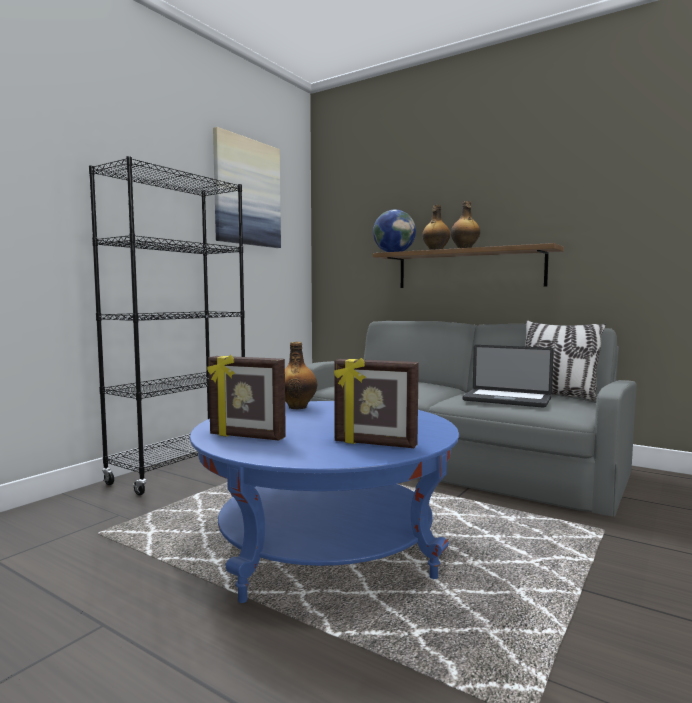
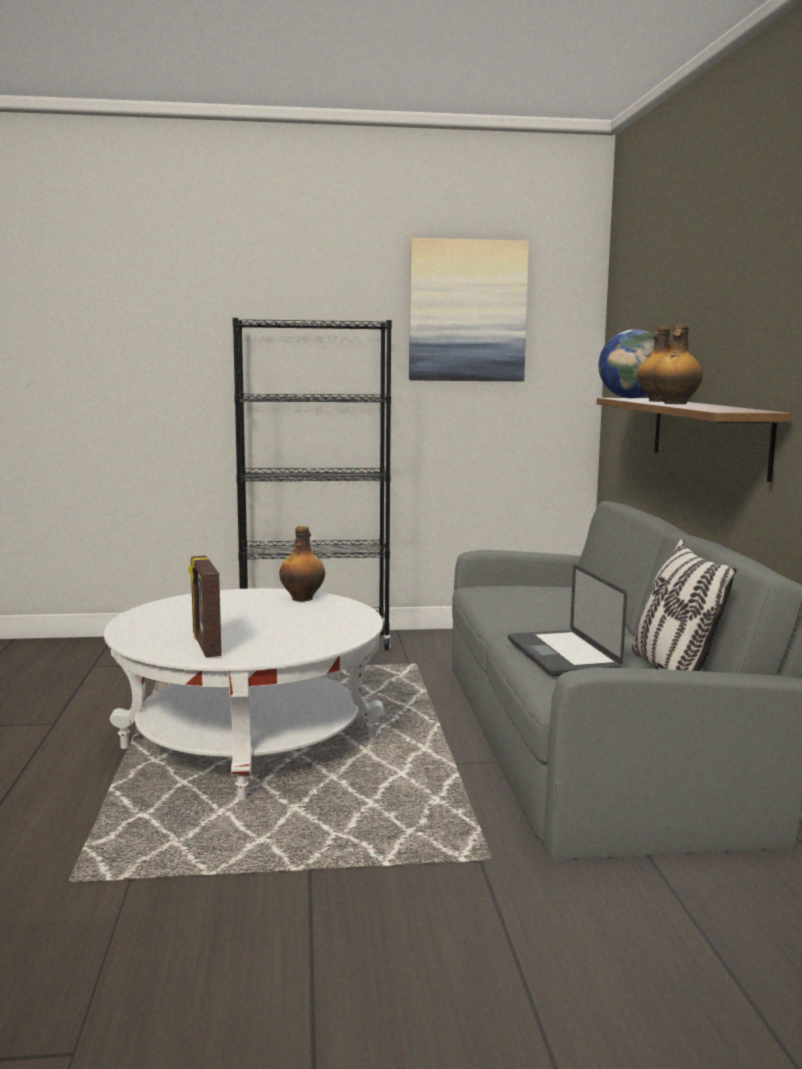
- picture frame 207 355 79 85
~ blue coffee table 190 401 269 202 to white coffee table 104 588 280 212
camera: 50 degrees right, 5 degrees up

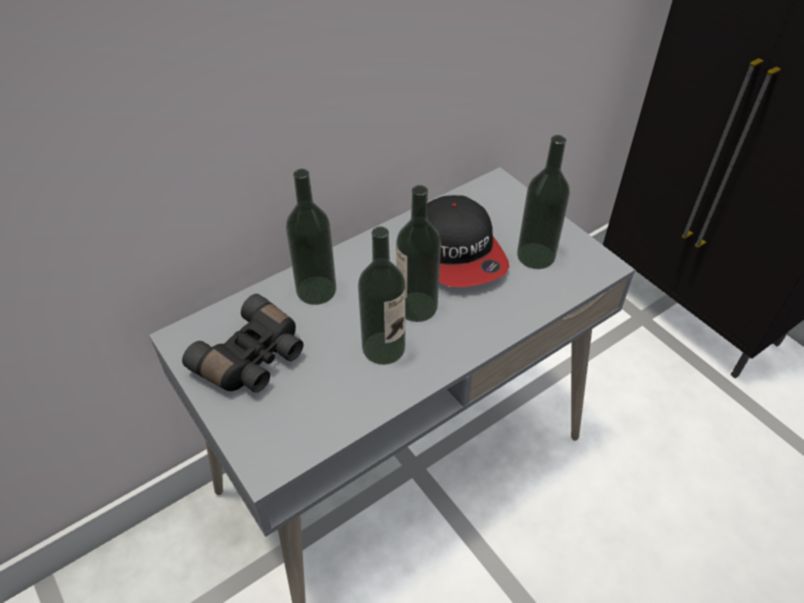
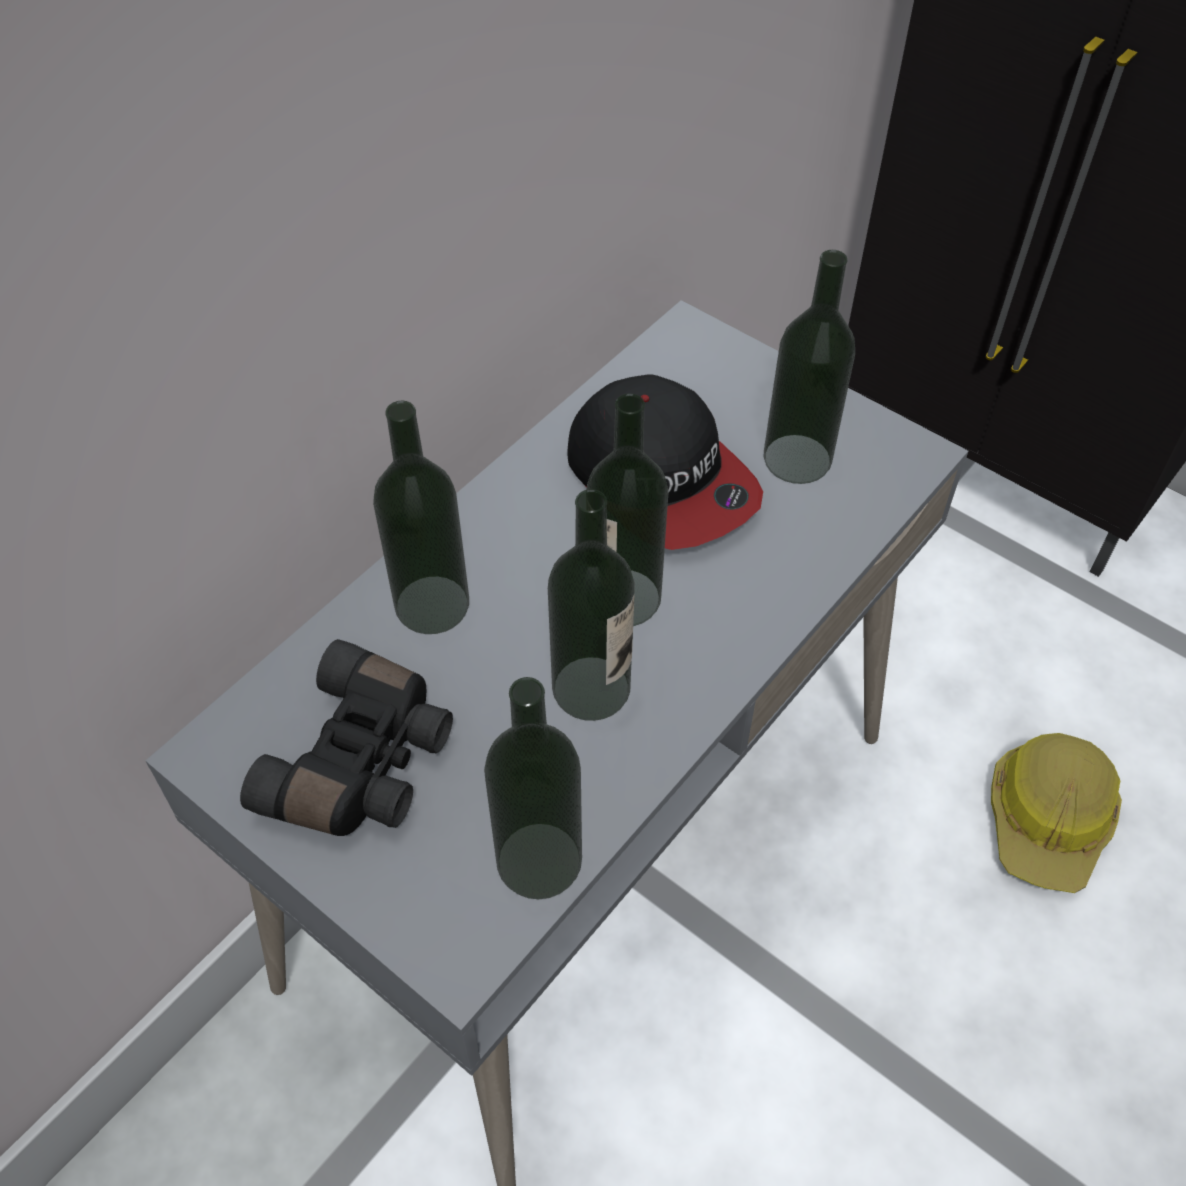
+ bottle 484 677 98 222
+ hard hat 991 733 131 160
camera: 15 degrees left, 5 degrees up

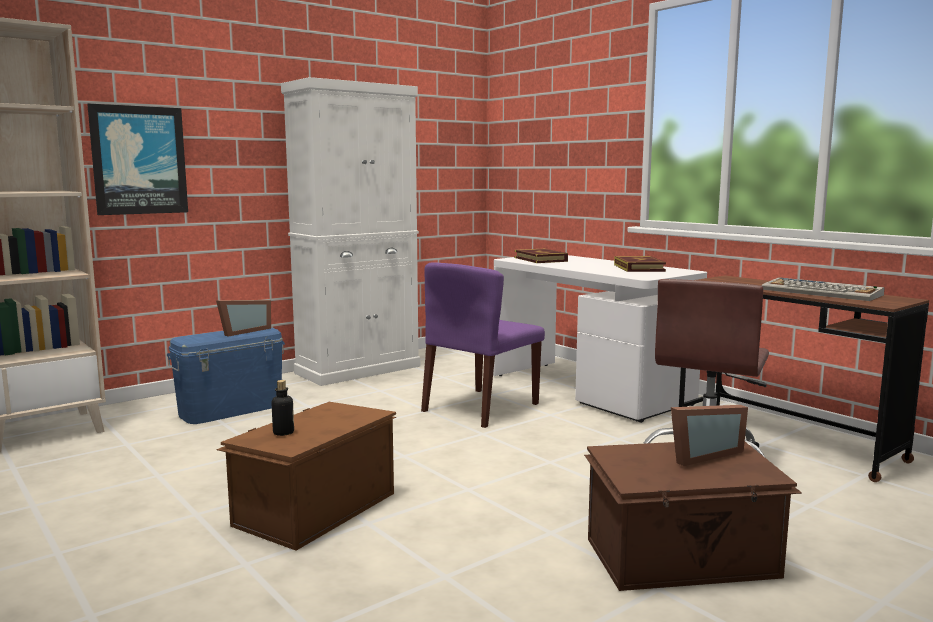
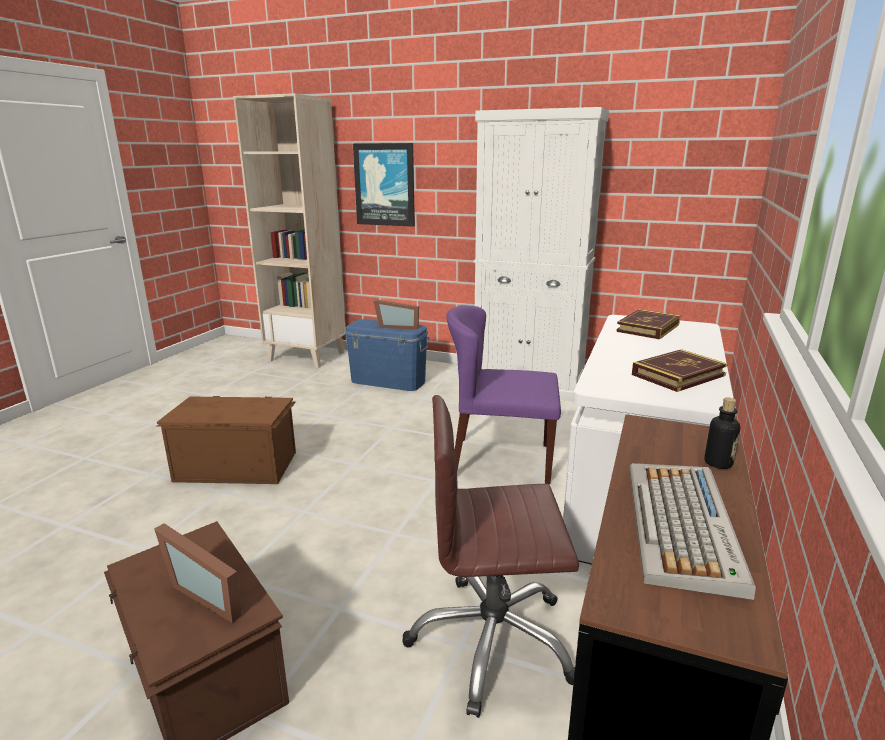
~ bottle 271 380 23 56 to 704 397 36 72
camera: 60 degrees right, 10 degrees up

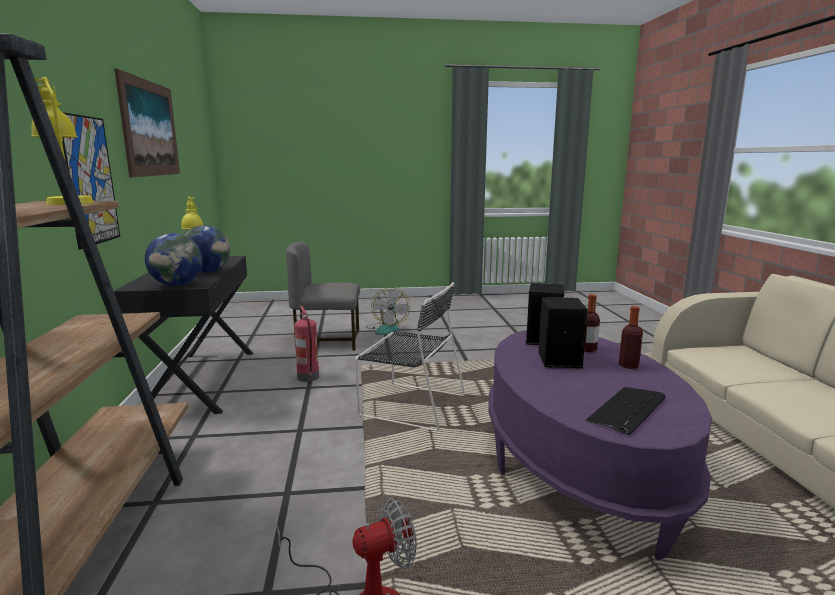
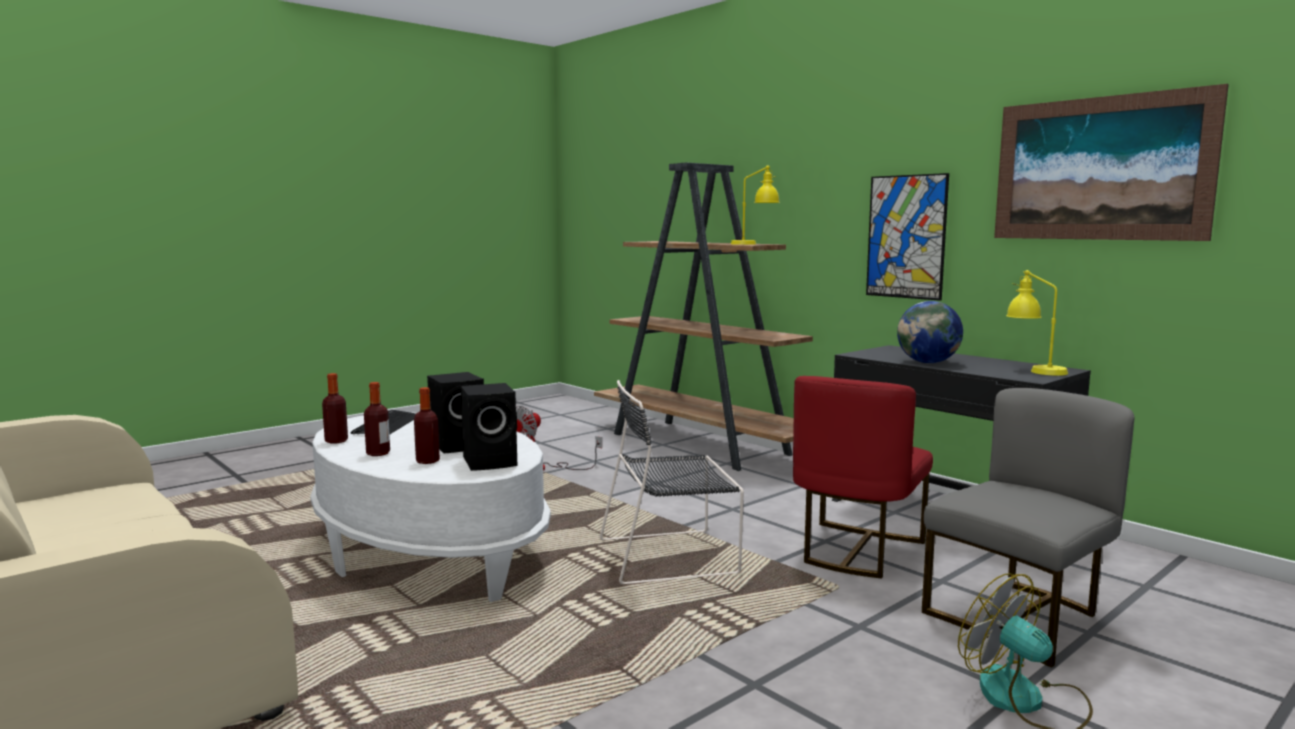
- globe 145 233 58 53
~ fire extinguisher 294 306 25 76 to red chair 793 376 140 203
~ purple coffee table 489 330 223 230 to white coffee table 310 412 241 190
+ bottle 322 373 26 71
camera: 145 degrees right, 5 degrees down

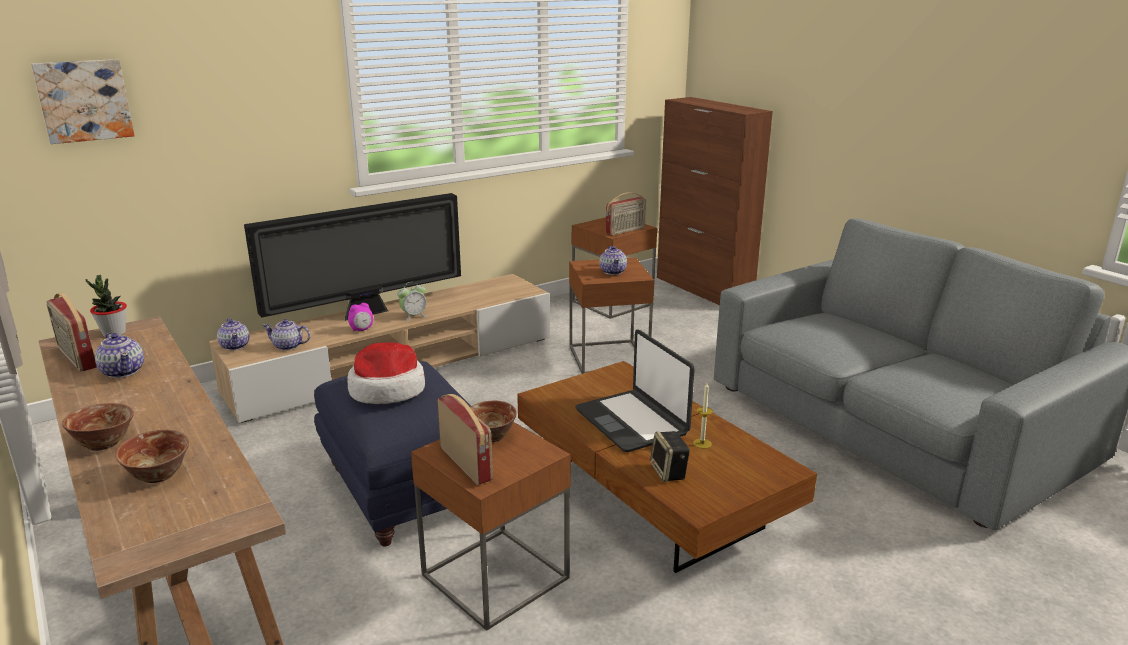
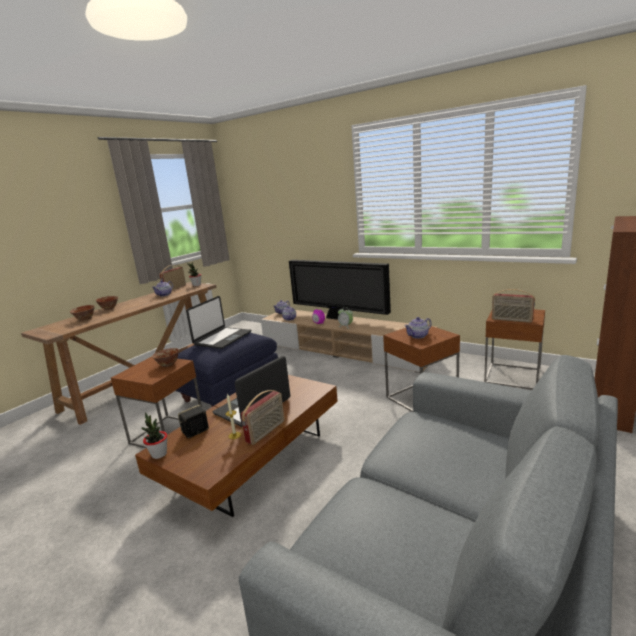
- picture 31 59 104 85
~ hat 347 342 78 62 to laptop 186 296 65 53
~ radio 437 394 56 91 to 241 390 44 55
+ potted plant 141 413 26 46
camera: 70 degrees right, 5 degrees down

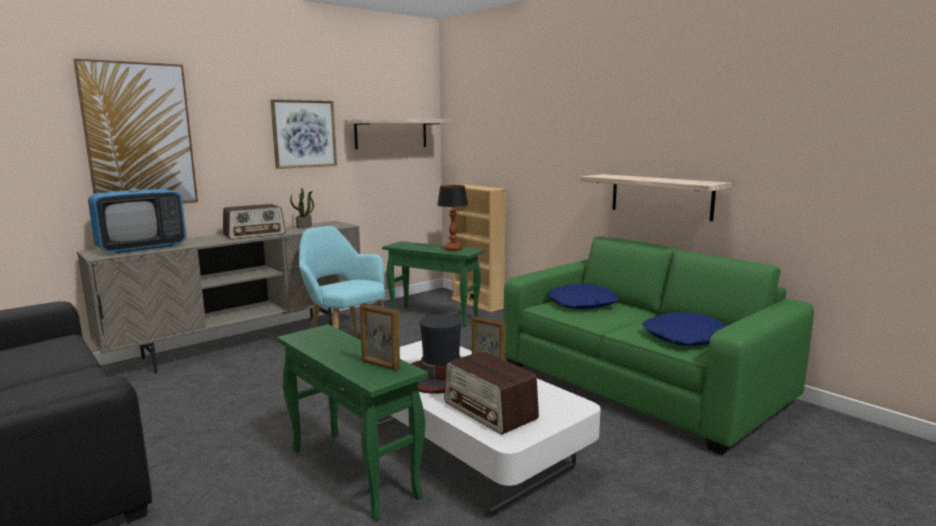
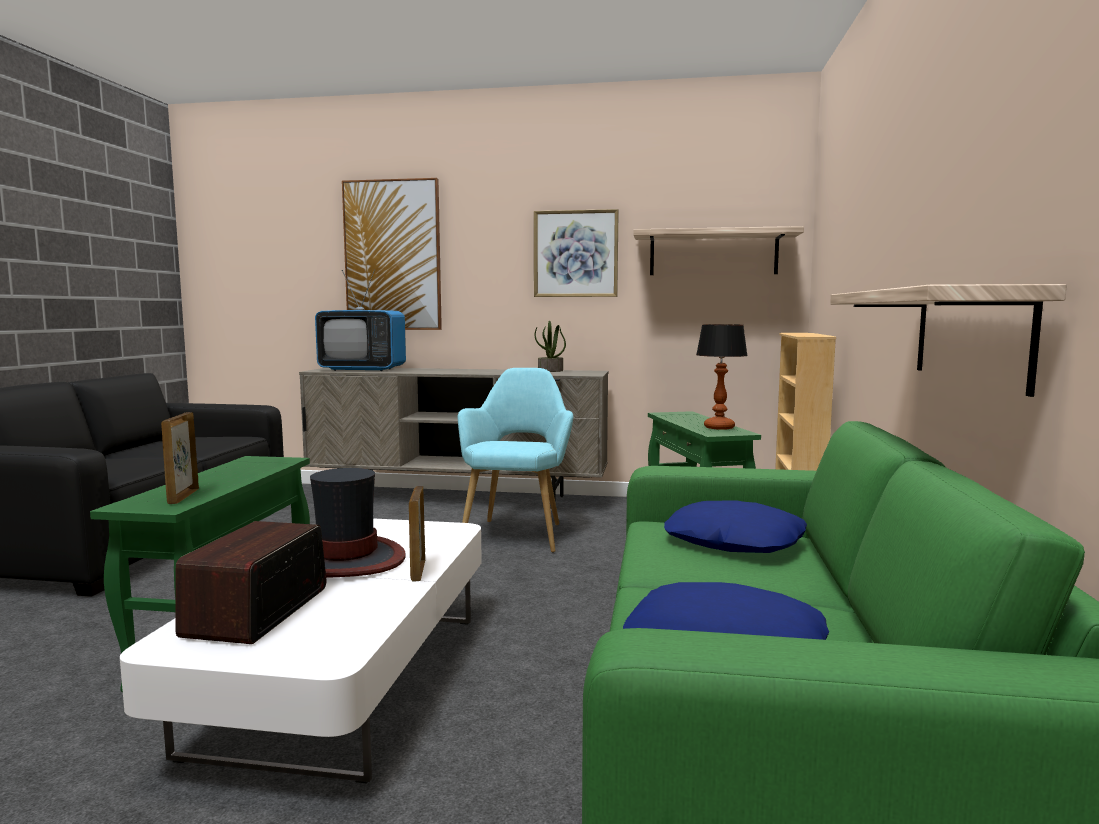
- radio 223 204 63 36
camera: 50 degrees right, 5 degrees down

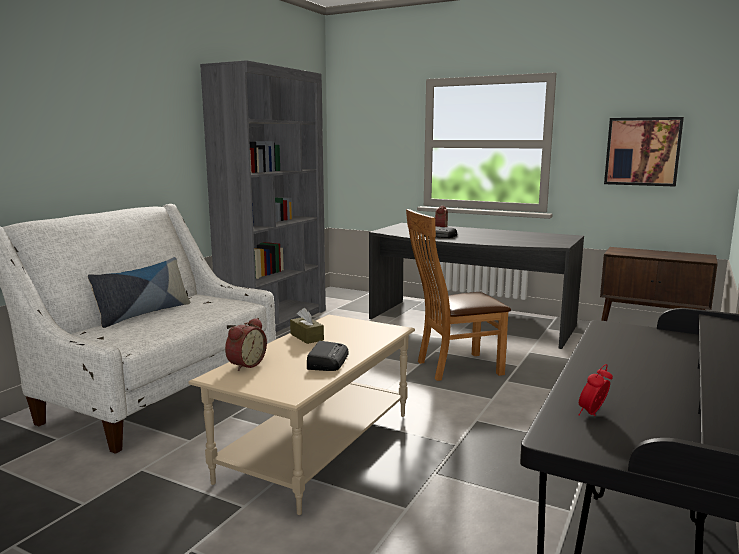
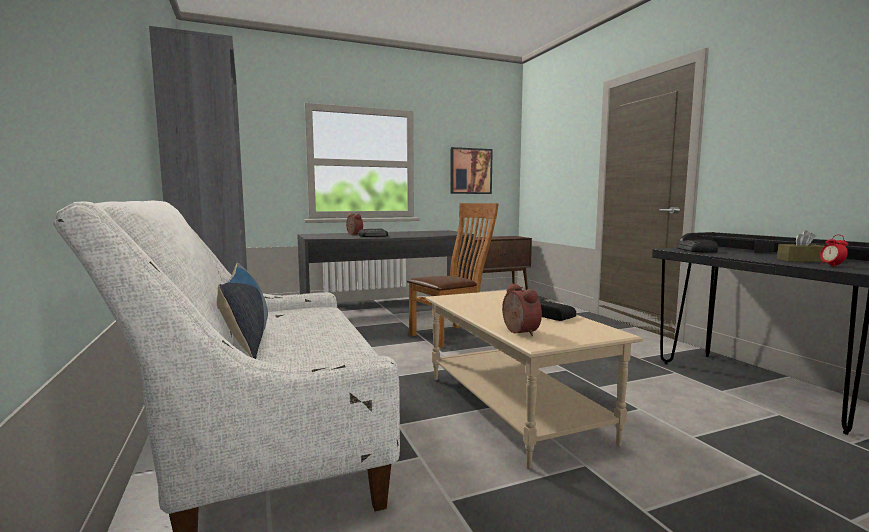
~ brown chair 406 209 105 172 = 407 203 92 145 150 degrees counterclockwise
~ brown tissue box 290 308 34 36 to 777 230 47 32
+ radio 677 239 41 13
camera: 50 degrees left, 5 degrees down

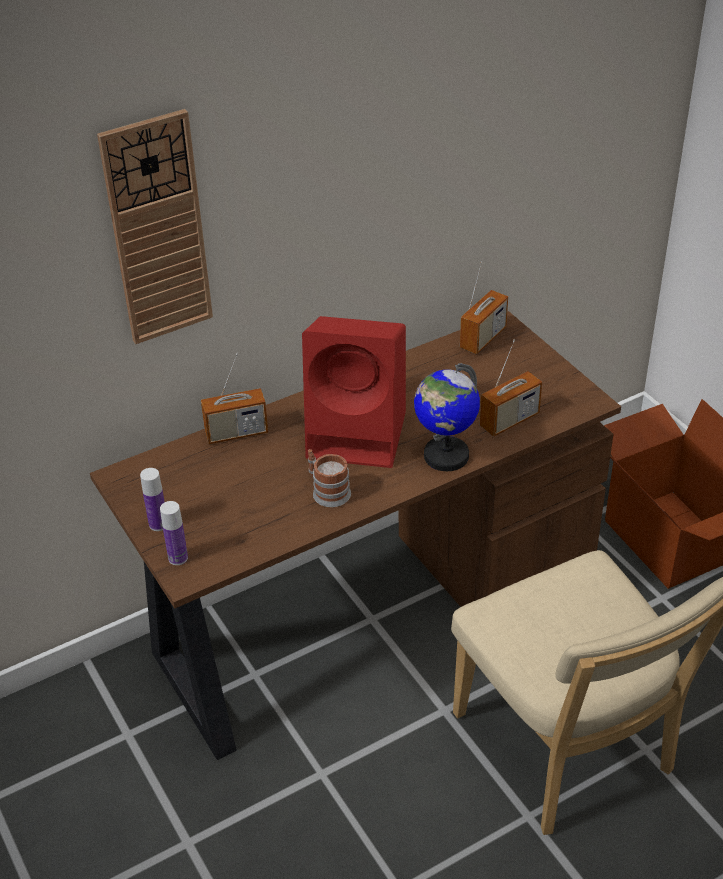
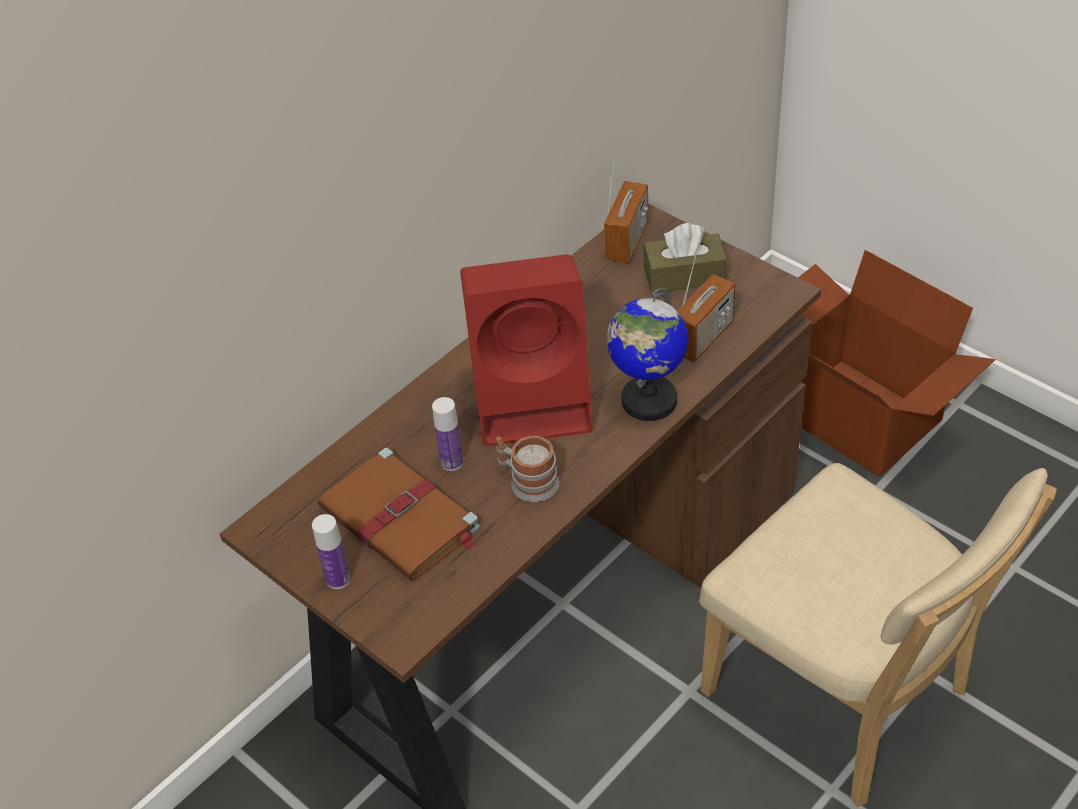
- wall clock 97 109 116 235
- radio 201 353 67 91
~ bottle 160 501 28 64 to 432 397 32 74
+ brown tissue box 643 223 84 70
+ brown book 318 448 162 133
camera: 15 degrees left, 5 degrees up

